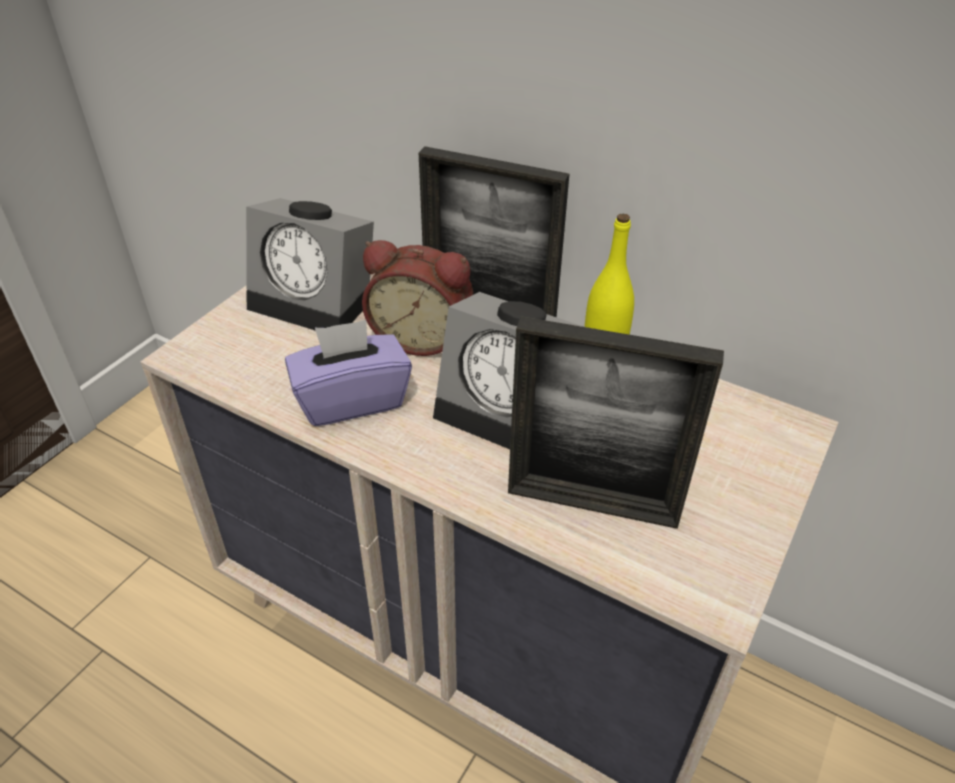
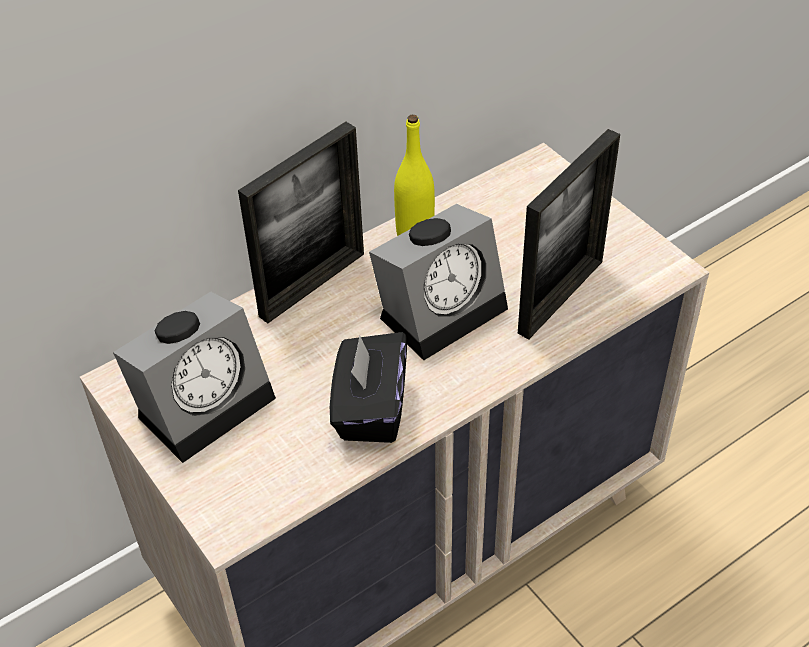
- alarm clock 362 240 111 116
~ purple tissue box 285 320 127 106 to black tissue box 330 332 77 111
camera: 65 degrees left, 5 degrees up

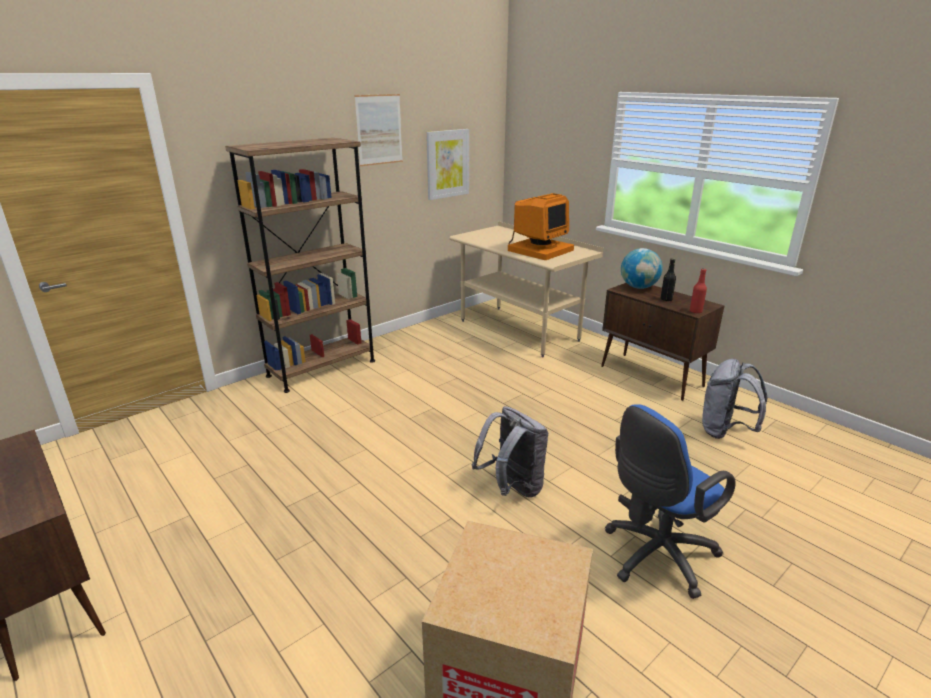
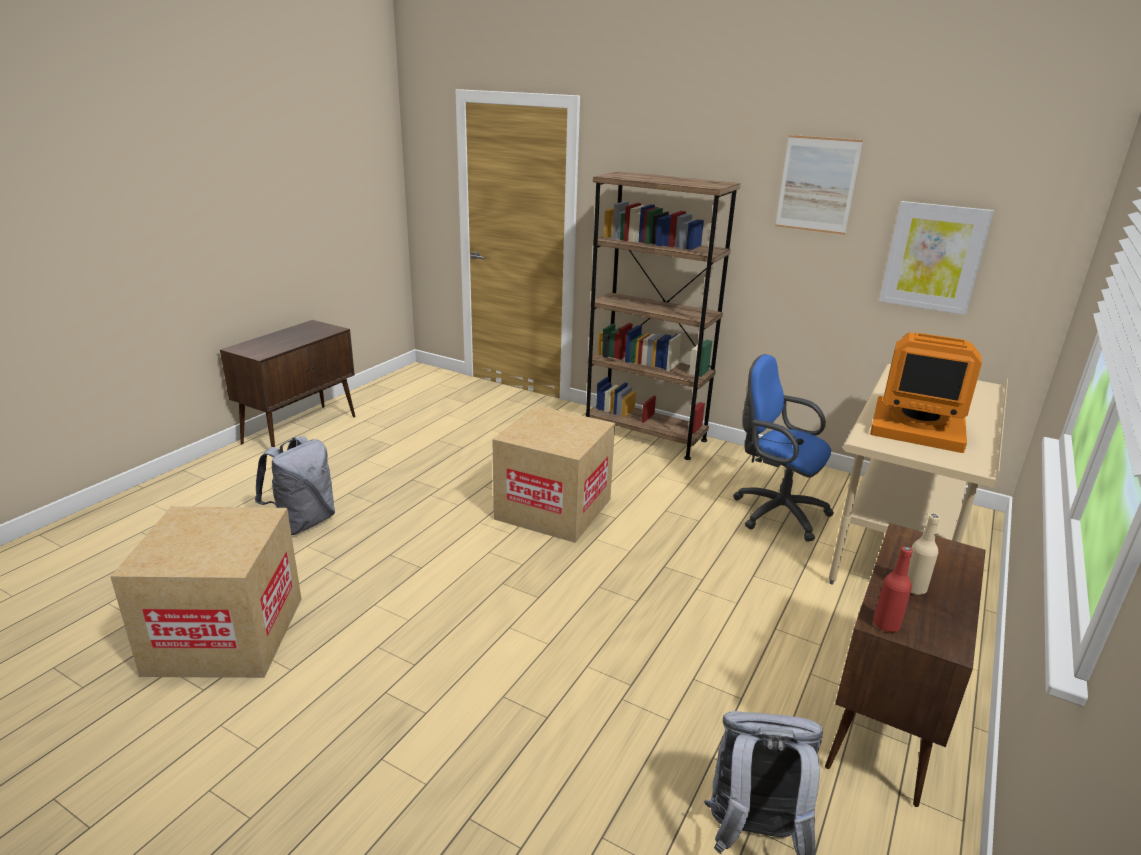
- globe 621 248 42 41
~ black bottle 661 258 15 43 to beige bottle 908 514 32 81
~ blue office chair 604 404 132 195 to 733 354 101 188
~ grey backpack 472 406 76 92 to 255 437 80 98
+ cardboard box 492 406 123 137
camera: 70 degrees right, 0 degrees up

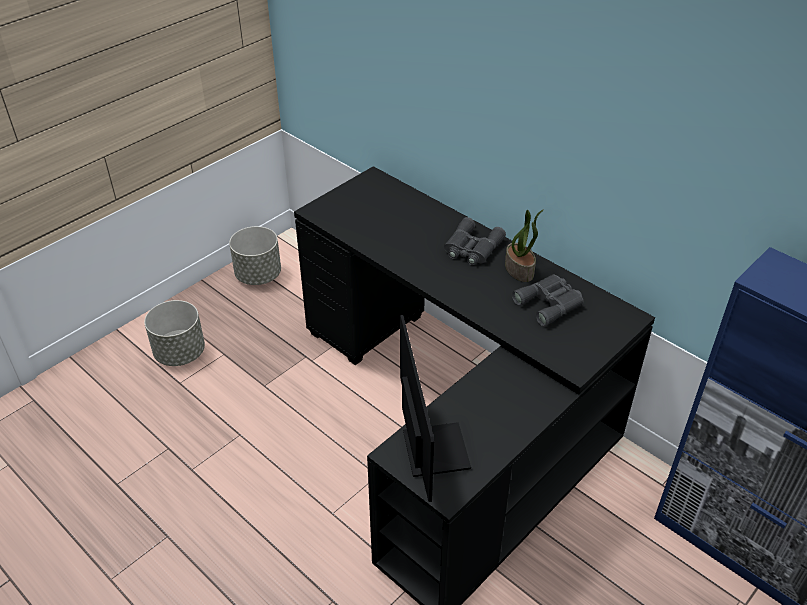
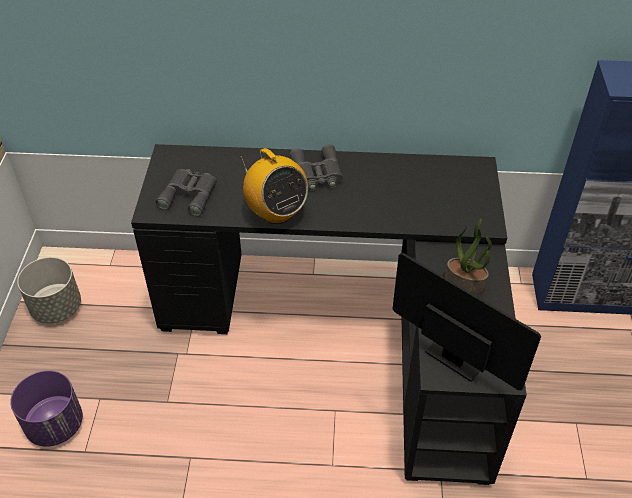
~ potted plant 505 209 39 73 to 445 218 47 76
~ grey binoculars 512 274 72 53 to 156 169 61 48
~ grey planter 144 300 61 66 to purple planter 10 370 73 77
+ radio 241 148 67 76
camera: 40 degrees left, 5 degrees up

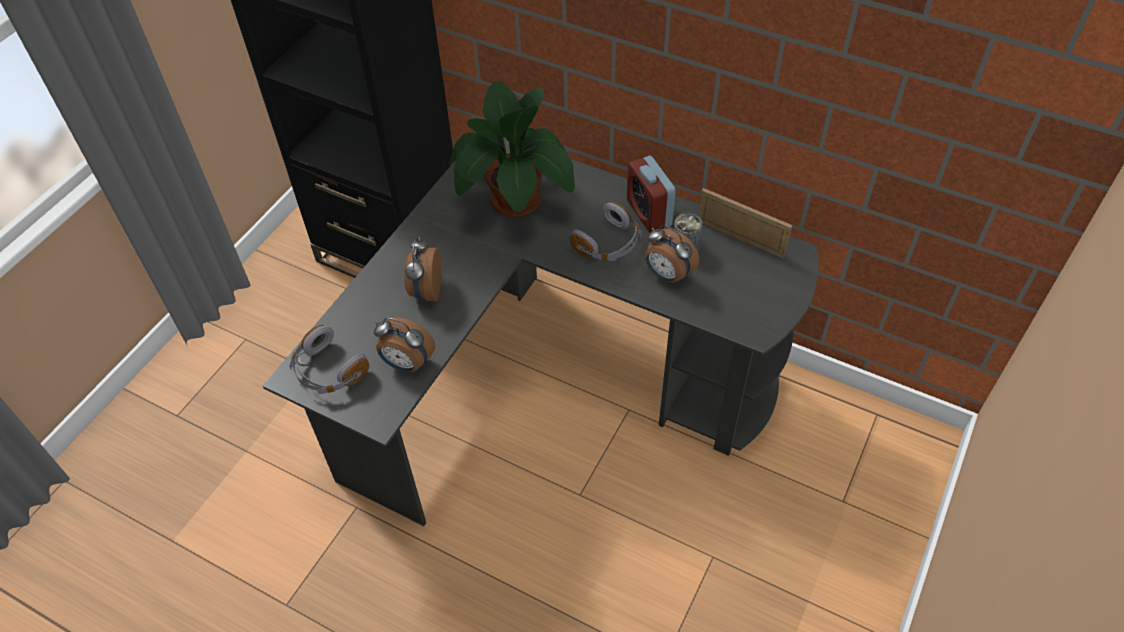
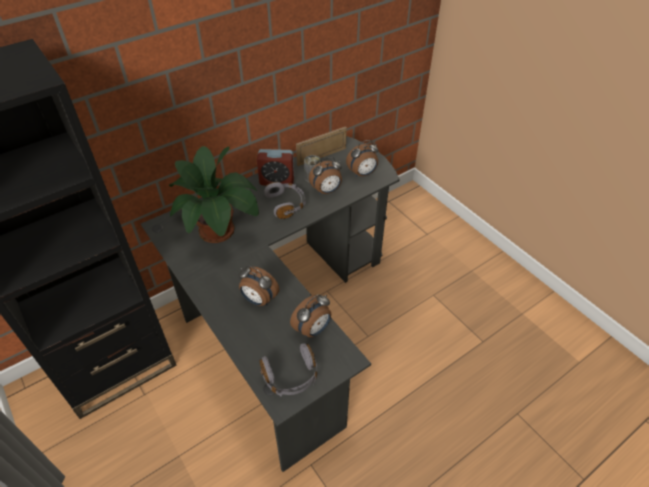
+ alarm clock 346 140 33 36
camera: 65 degrees left, 5 degrees down

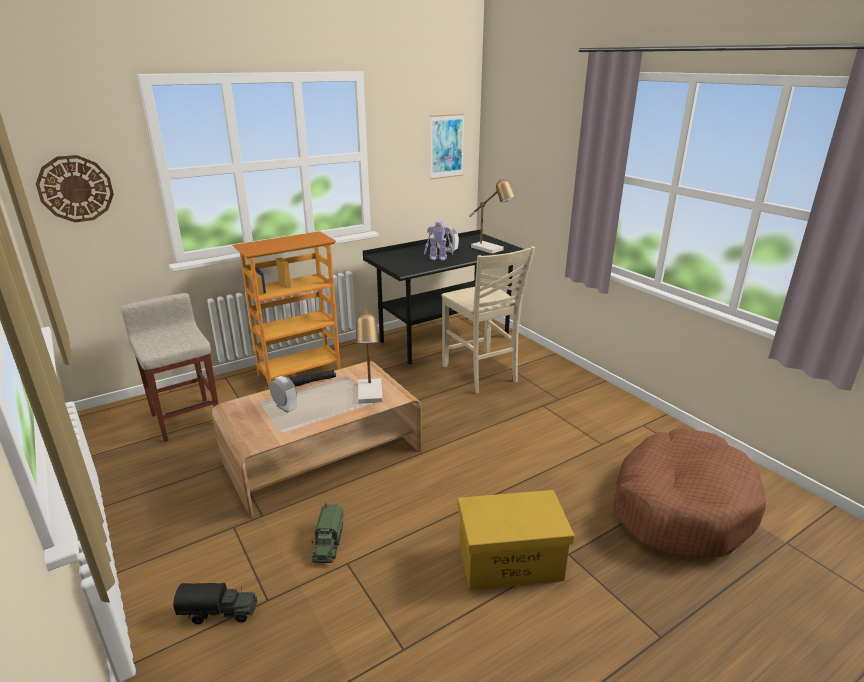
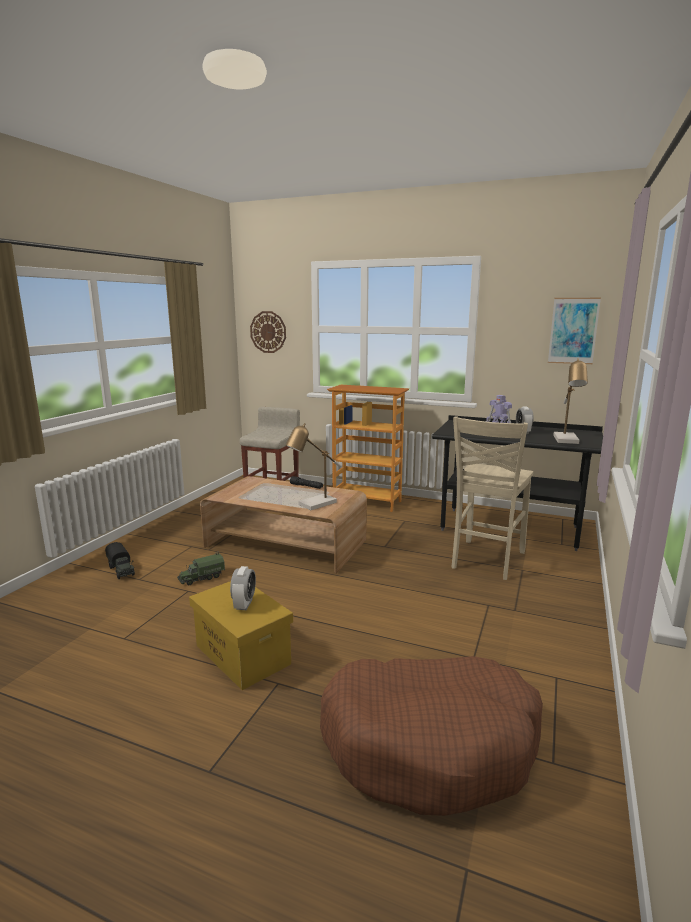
~ alarm clock 269 376 28 37 to 230 566 26 44
camera: 55 degrees right, 10 degrees down

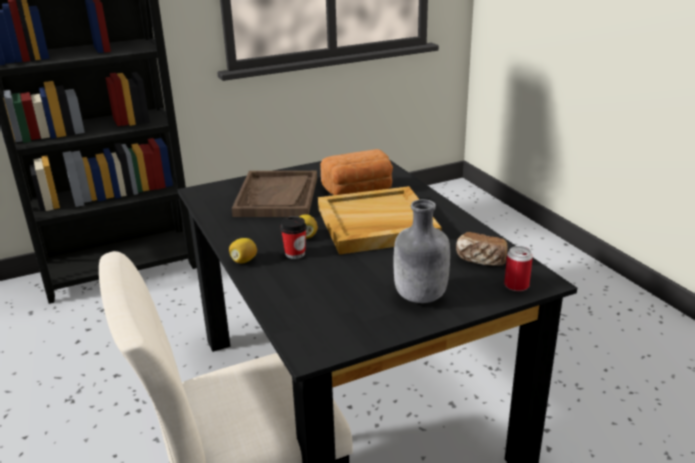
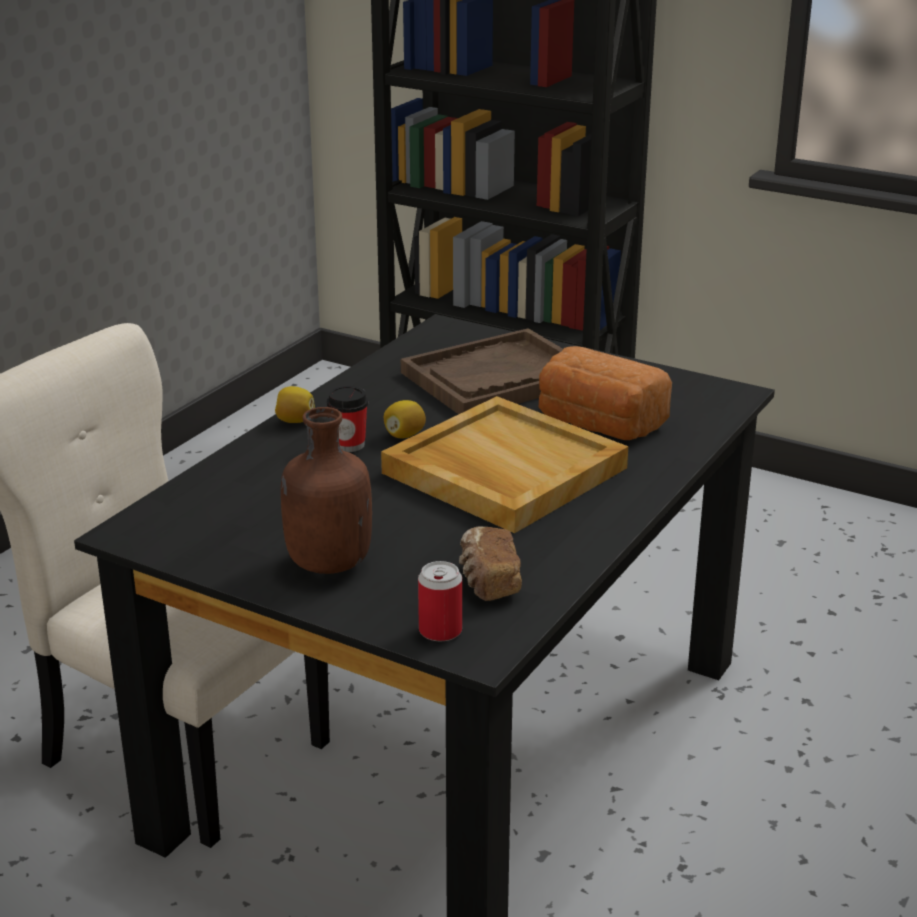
~ grey bottle 393 199 57 104 to brown bottle 281 407 91 167
camera: 55 degrees right, 0 degrees up

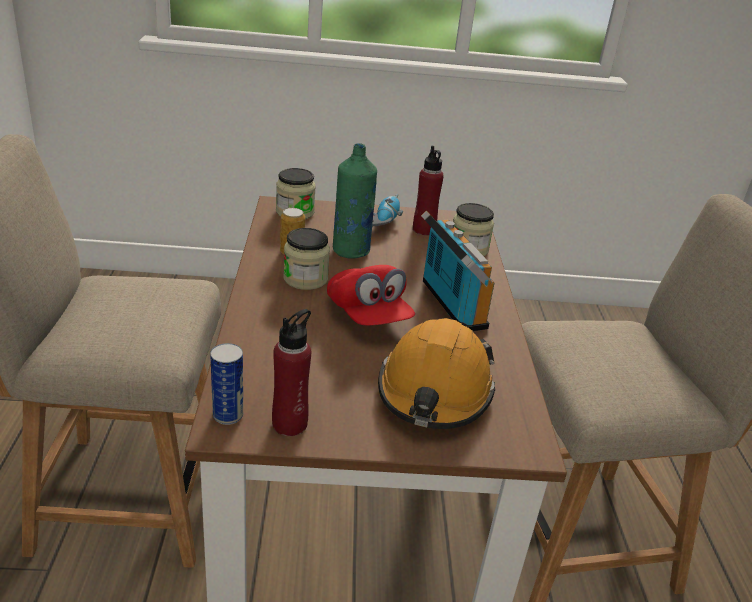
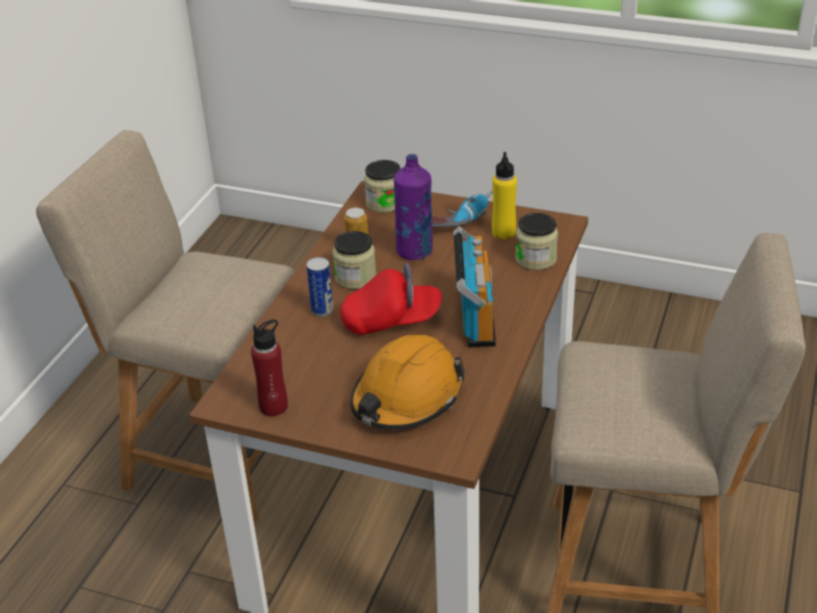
~ green bottle 333 143 44 116 to purple bottle 394 154 39 106
~ red bottle 413 146 31 89 to yellow bottle 492 152 25 87
~ red cap 327 265 88 61 = 340 263 102 72 90 degrees counterclockwise
~ can 210 343 33 82 to 306 257 27 60
camera: 25 degrees right, 5 degrees up

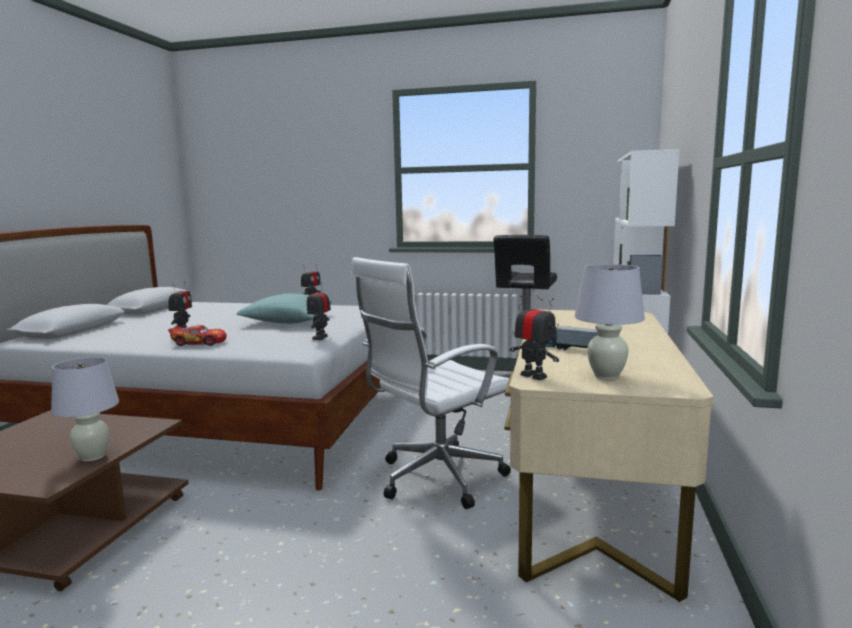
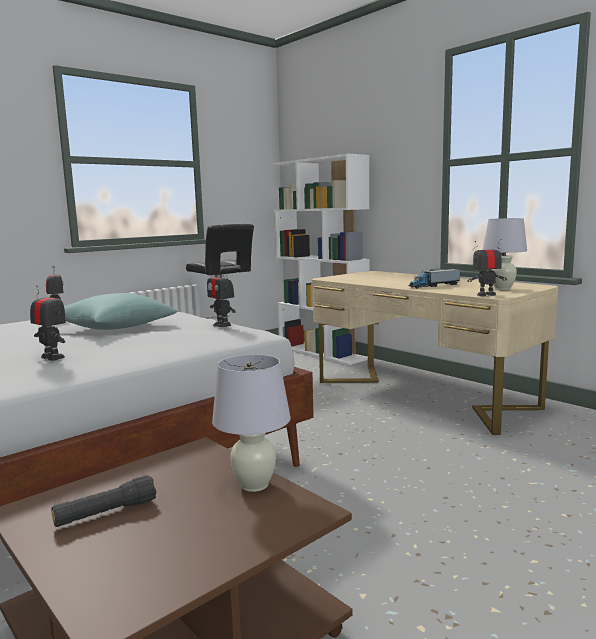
- white office chair 351 257 160 252
- toy car 168 325 59 21
+ black flashlight 51 475 106 52
camera: 55 degrees left, 0 degrees up

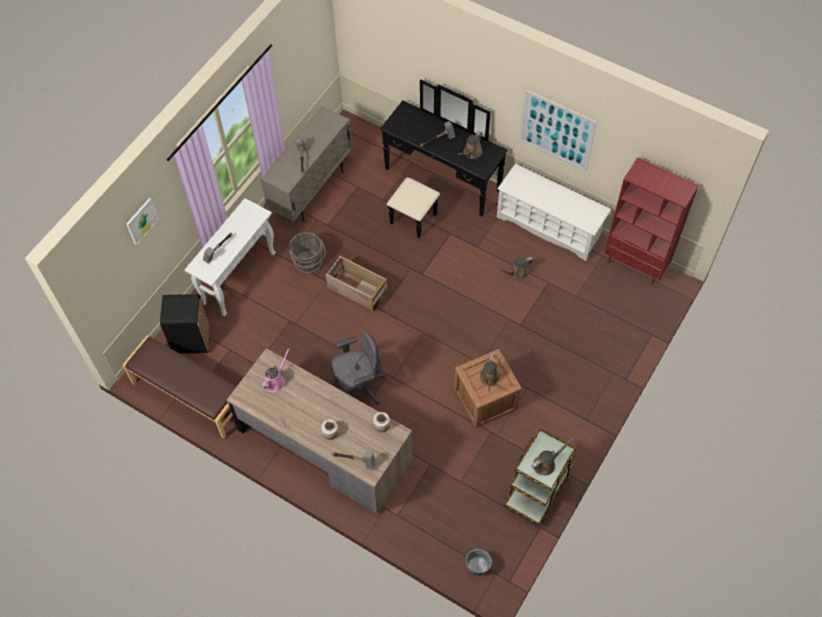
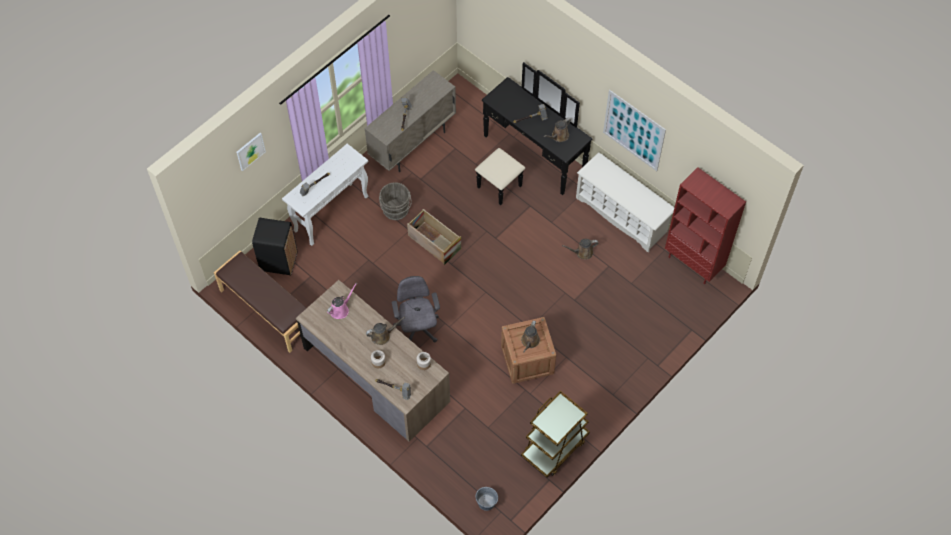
~ grey office chair 331 332 54 73 = 392 276 48 66 90 degrees counterclockwise
~ brown watering can 532 438 41 37 to 366 317 39 28
camera: 10 degrees right, 0 degrees up

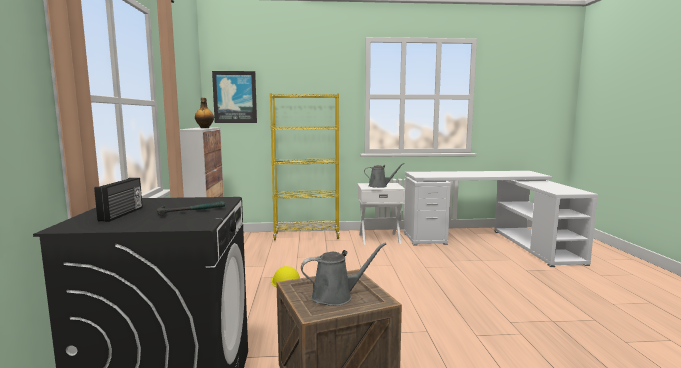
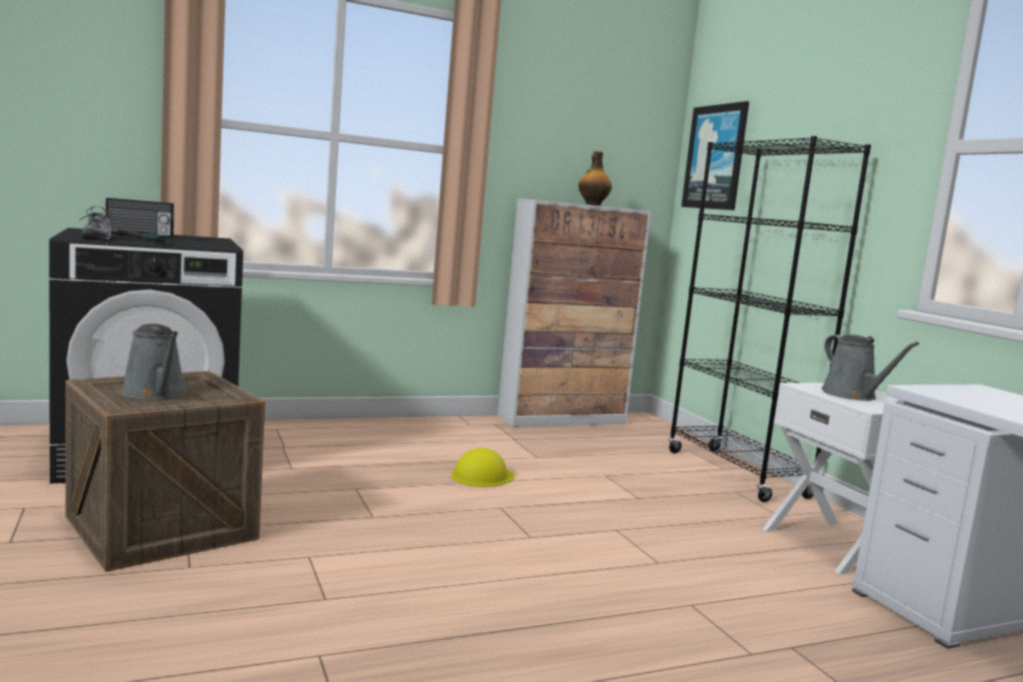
~ yellow bookcase 270 93 70 147 to black bookcase 668 136 203 366
+ shoe 79 206 35 34
camera: 70 degrees right, 0 degrees up

